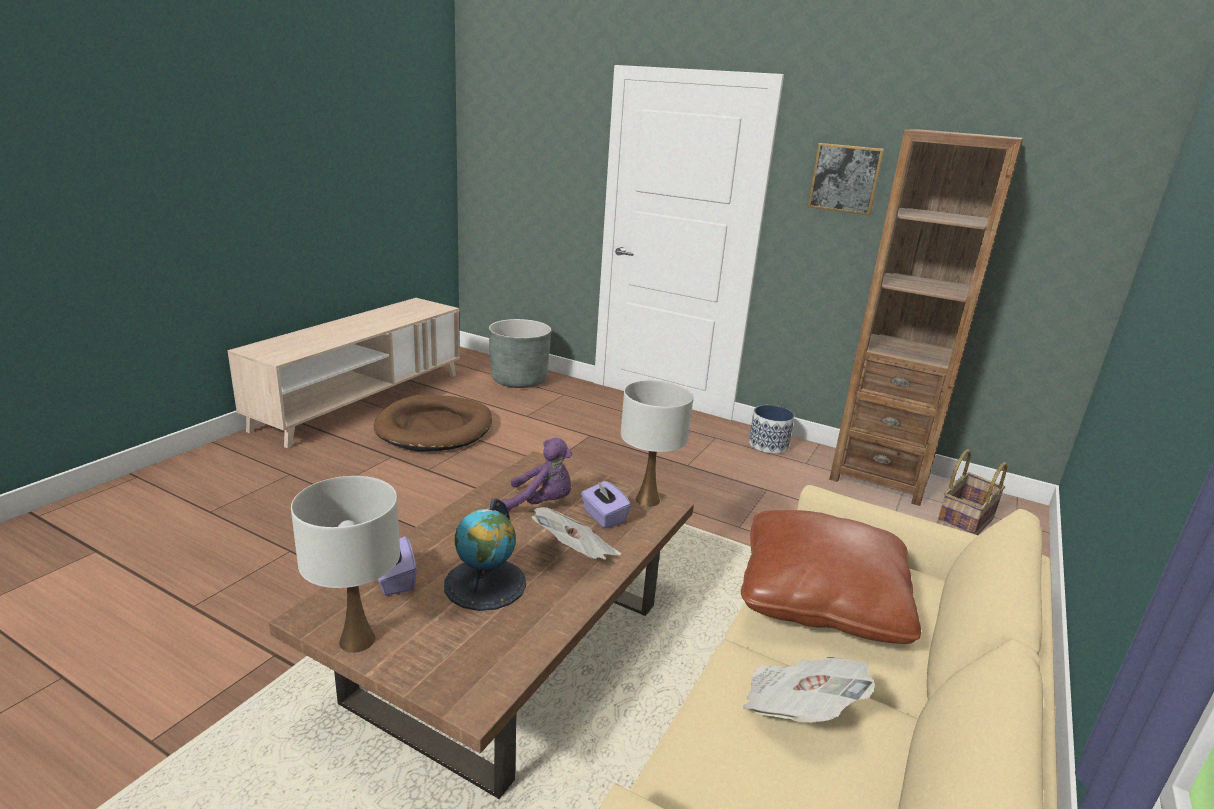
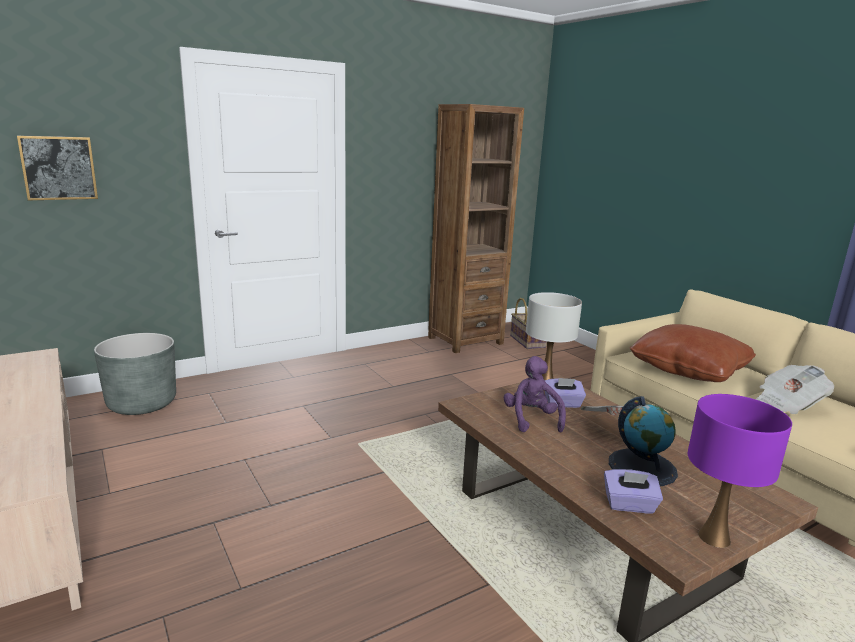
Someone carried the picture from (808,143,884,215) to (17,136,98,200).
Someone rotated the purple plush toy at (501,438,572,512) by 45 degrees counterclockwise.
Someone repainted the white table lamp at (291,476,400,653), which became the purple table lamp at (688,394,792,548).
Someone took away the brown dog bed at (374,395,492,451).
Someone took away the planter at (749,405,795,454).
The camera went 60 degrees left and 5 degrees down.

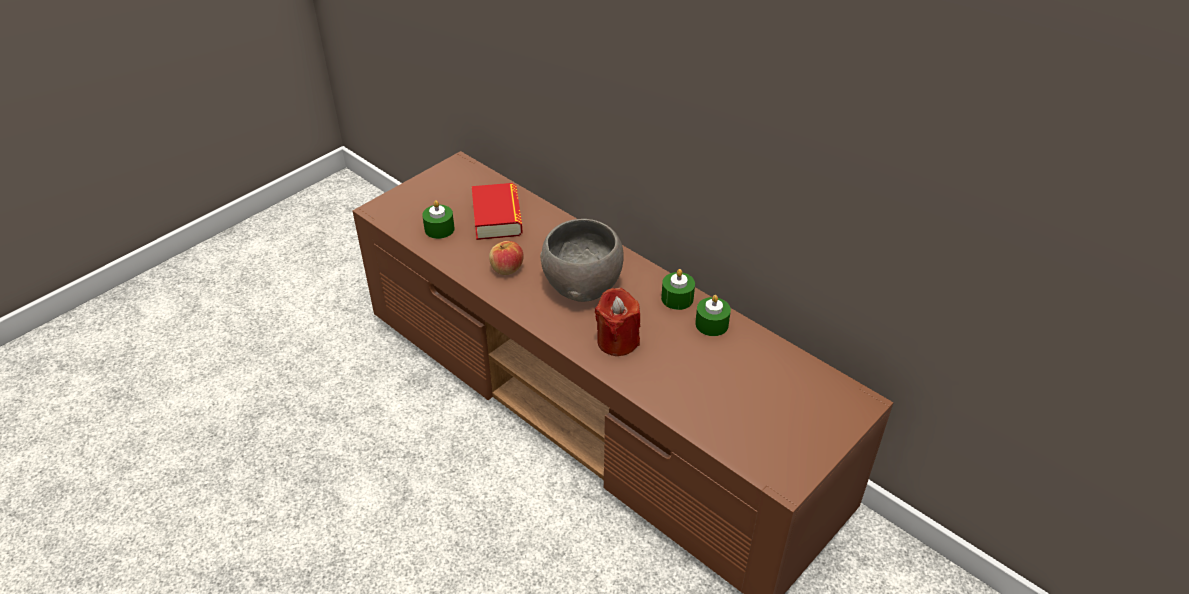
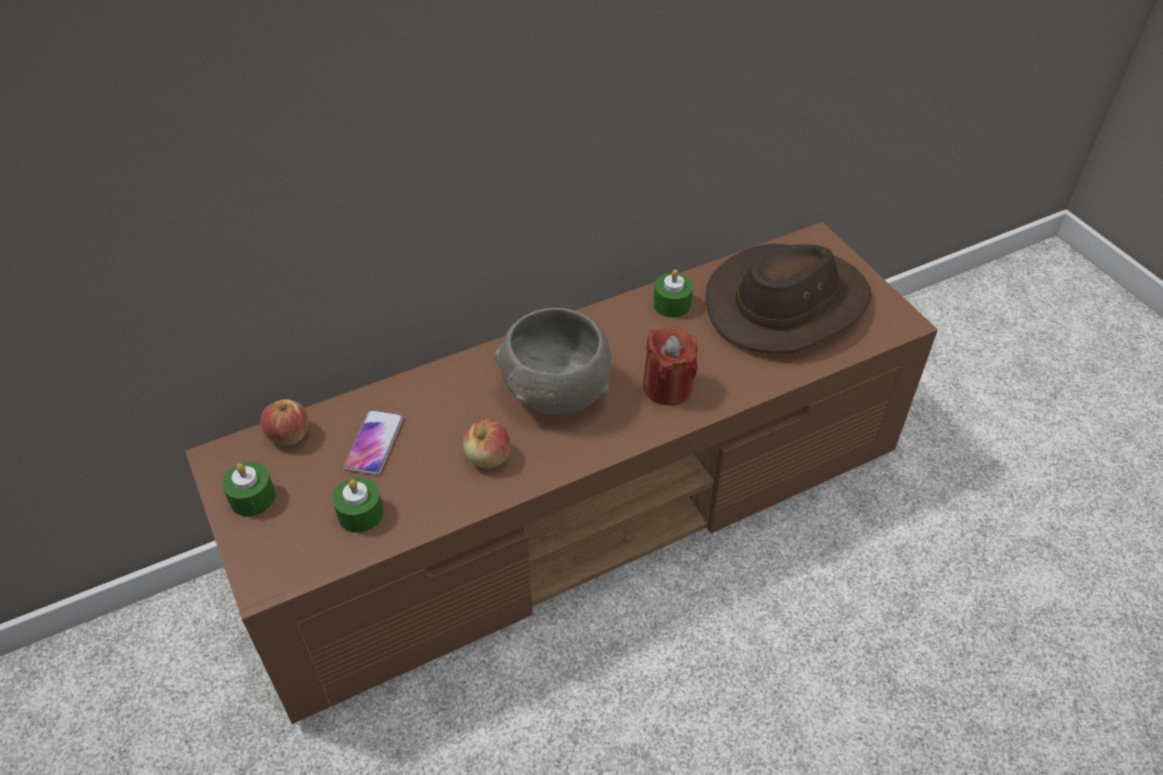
Someone carried the green candle from (661,269,695,310) to (222,462,276,516).
Someone put down the apple at (260,399,309,445).
Someone swapped the book at (472,183,523,240) for the phone at (344,410,403,475).
Someone put down the brown hat at (706,244,871,353).
The camera went 70 degrees left and 5 degrees up.

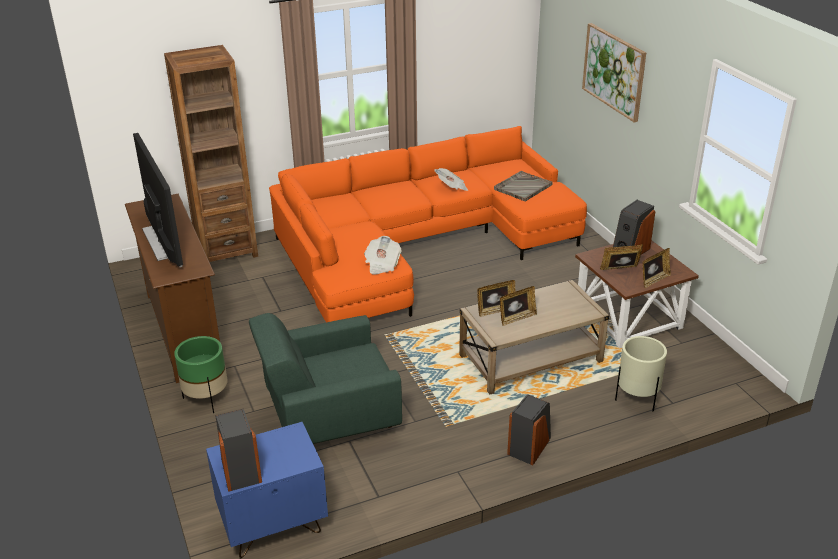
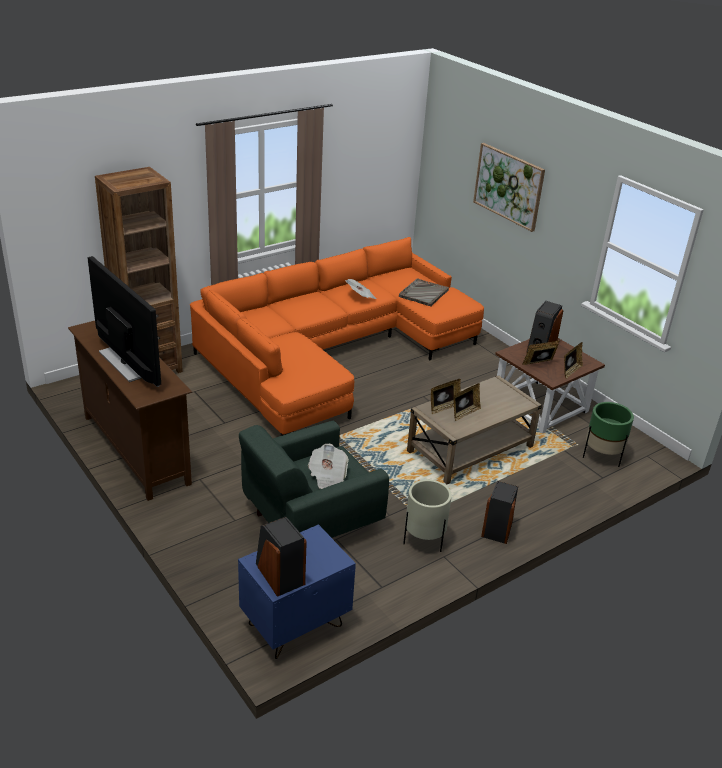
Someone carried the newspaper from (364,236,401,274) to (308,444,349,489).
Someone carried the beige planter from (615,336,667,411) to (403,480,452,552).
Someone carried the green planter from (174,336,228,413) to (583,402,634,467).
The camera went 15 degrees left and 0 degrees up.

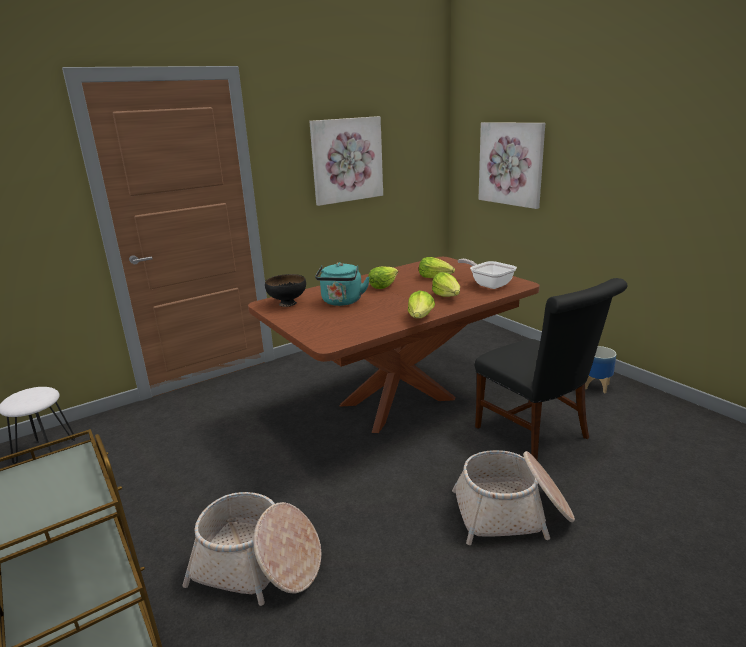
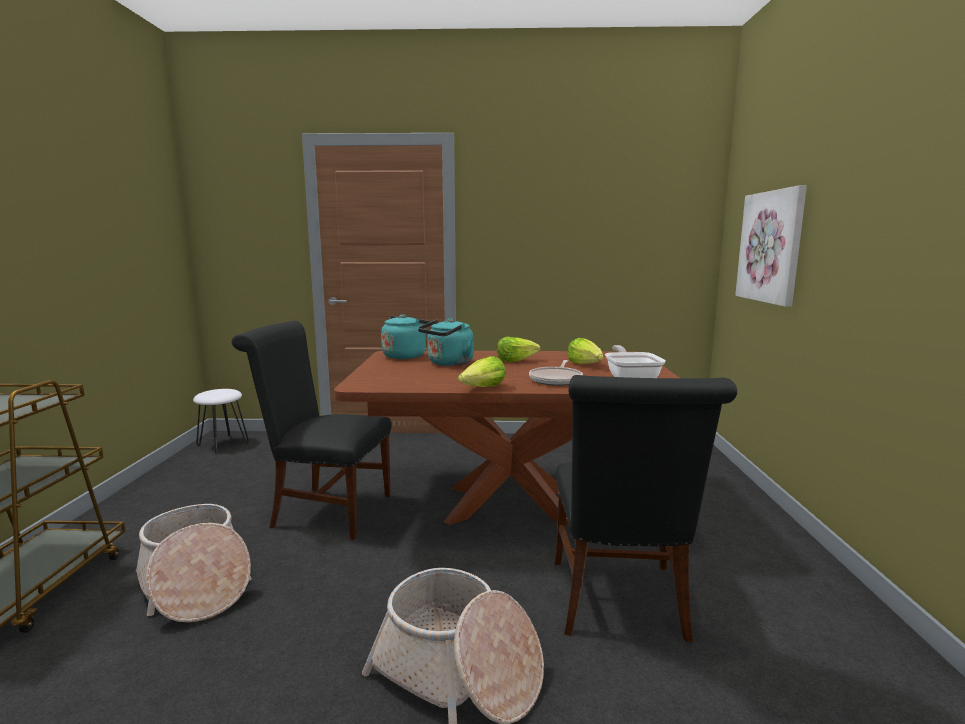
Someone put down the black chair at (232,321,392,540).
Someone swapped the black bowl at (265,274,306,307) for the turquoise kettle at (381,314,432,359).
Someone swapped the lettuce at (432,272,460,297) for the frying pan at (529,360,583,386).
Someone took away the picture at (309,116,383,206).
Someone took away the planter at (585,346,616,393).
The camera went 35 degrees right and 10 degrees down.

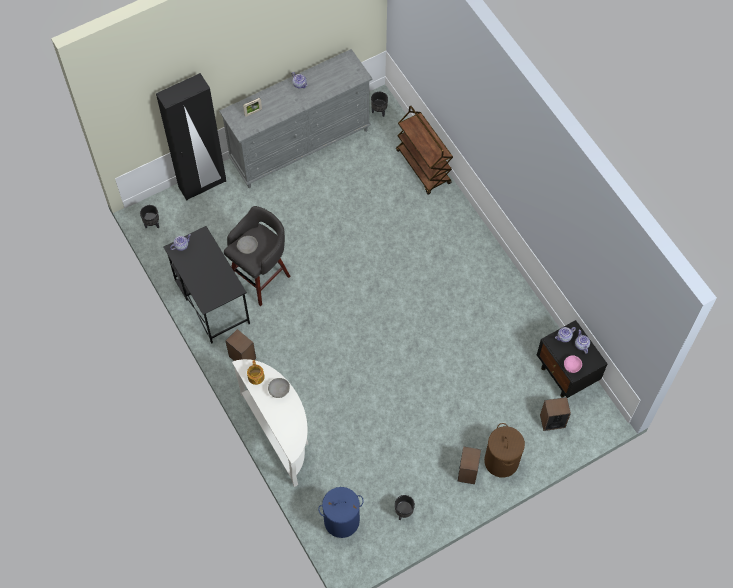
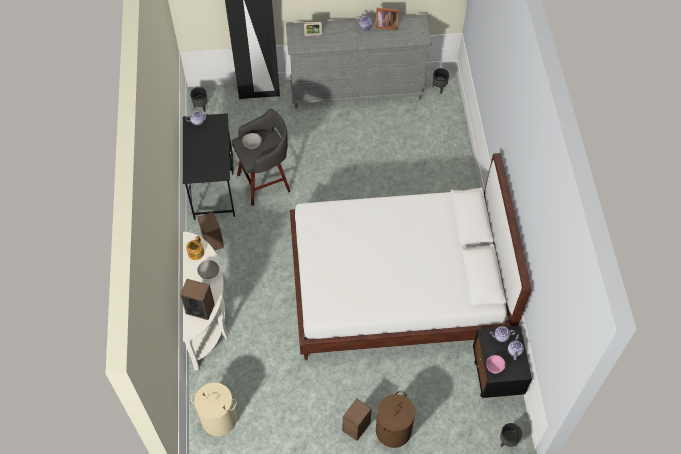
Someone carried the speaker from (540,397,571,431) to (180,279,215,320).
Someone repainted the blue laundry basket at (318,487,364,538), which became the beige laundry basket at (191,382,237,436).
Someone put down the white bed at (290,153,531,360).
Someone put down the picture frame at (375,8,399,30).
Someone carried the black planter from (395,495,415,520) to (500,423,522,447).
Someone took away the brown cart at (396,106,453,195).
The camera went 25 degrees right and 5 degrees down.

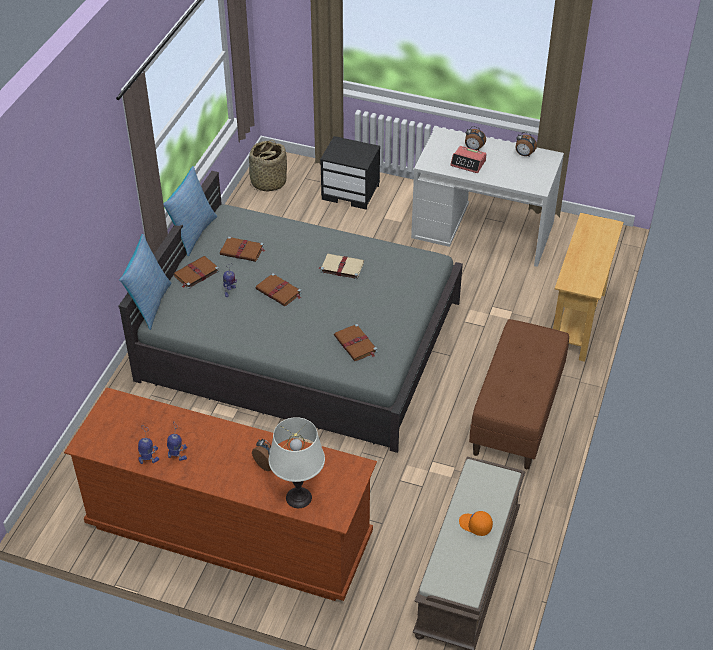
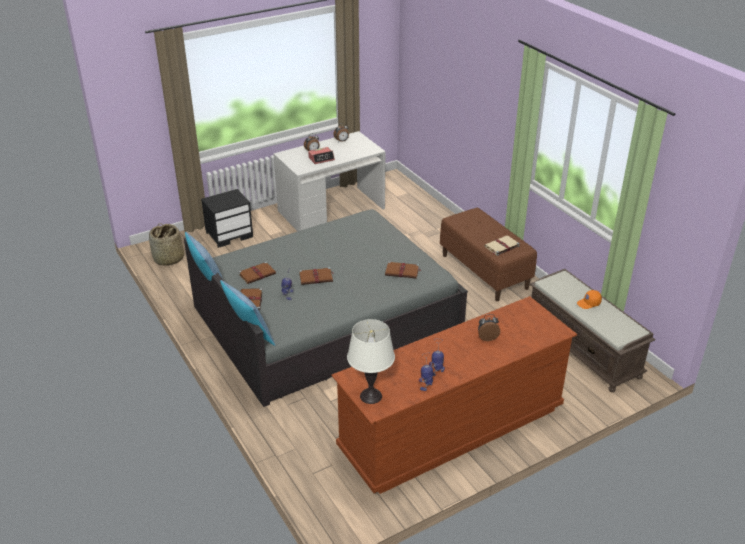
Someone carried the white table lamp from (269,417,325,508) to (347,319,395,404).
Someone carried the beige book from (319,253,364,279) to (485,235,520,256).
Someone took away the beige console table at (553,213,624,362).
The camera went 50 degrees left and 10 degrees down.

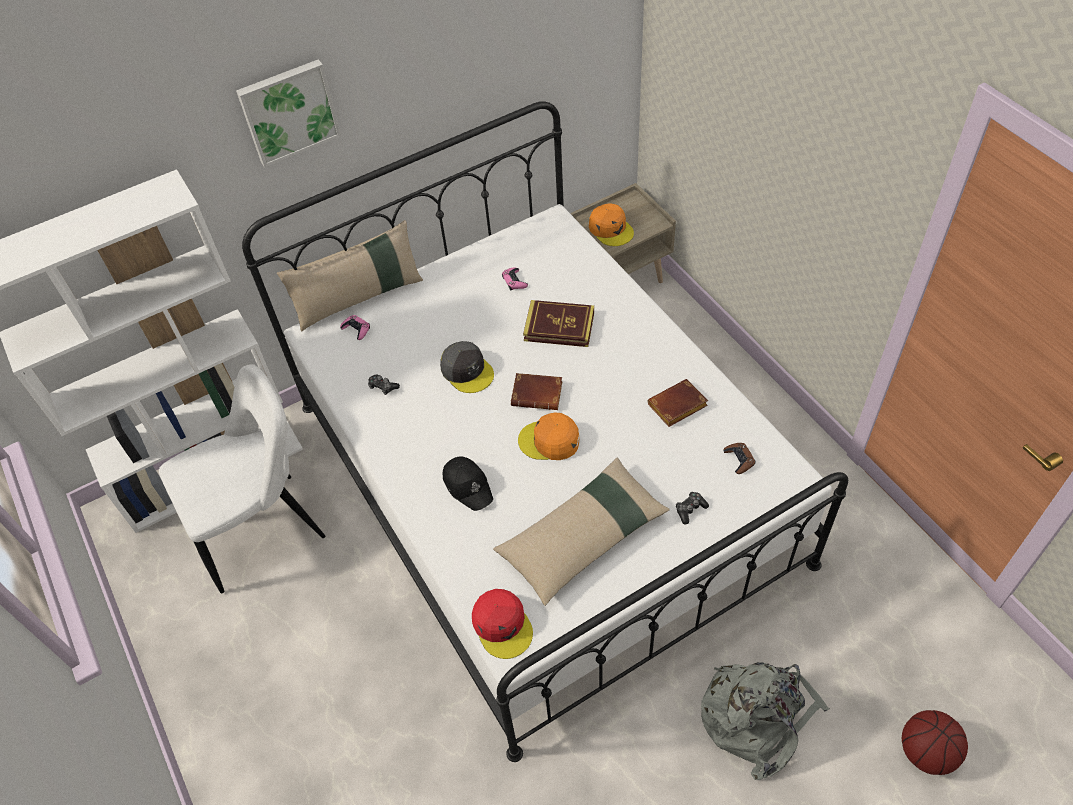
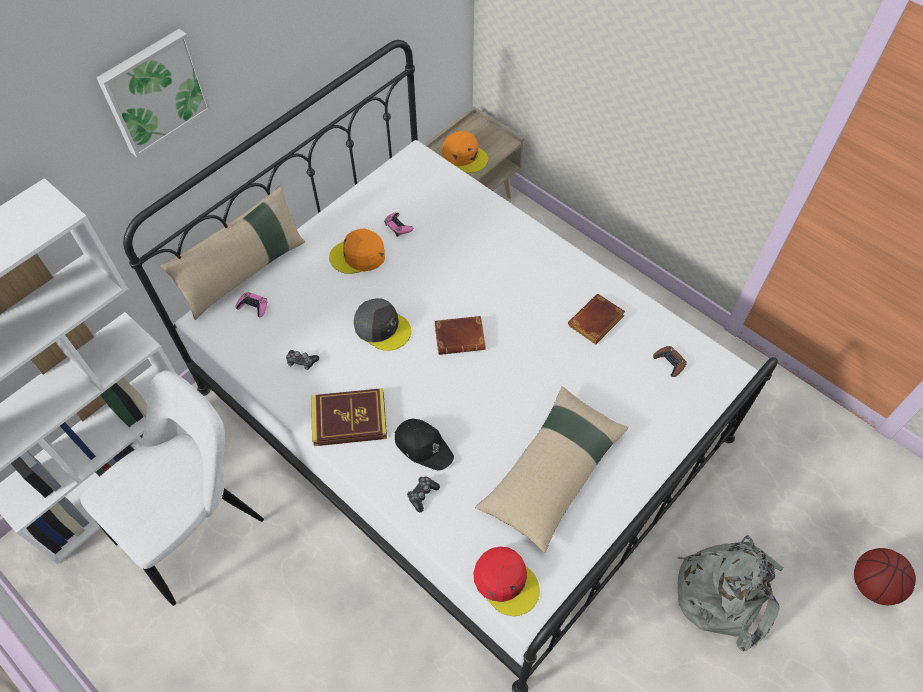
Someone carried the book from (523,300,594,347) to (311,388,387,446).
Someone carried the orange cap from (518,413,579,460) to (329,229,385,274).
Someone carried the game controller from (676,492,709,525) to (407,477,440,512).
The camera went 20 degrees left and 5 degrees up.

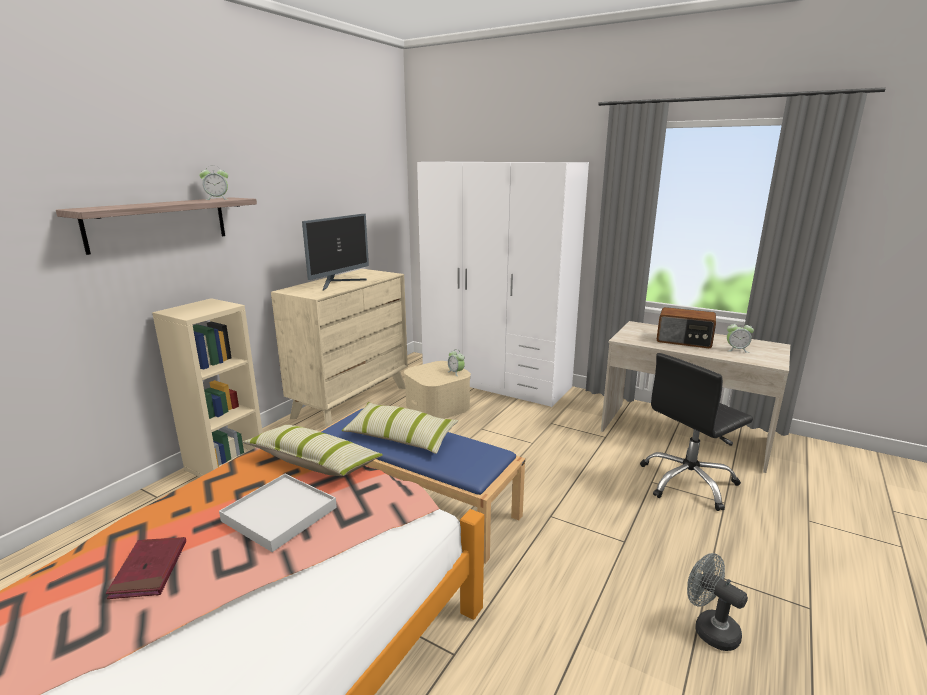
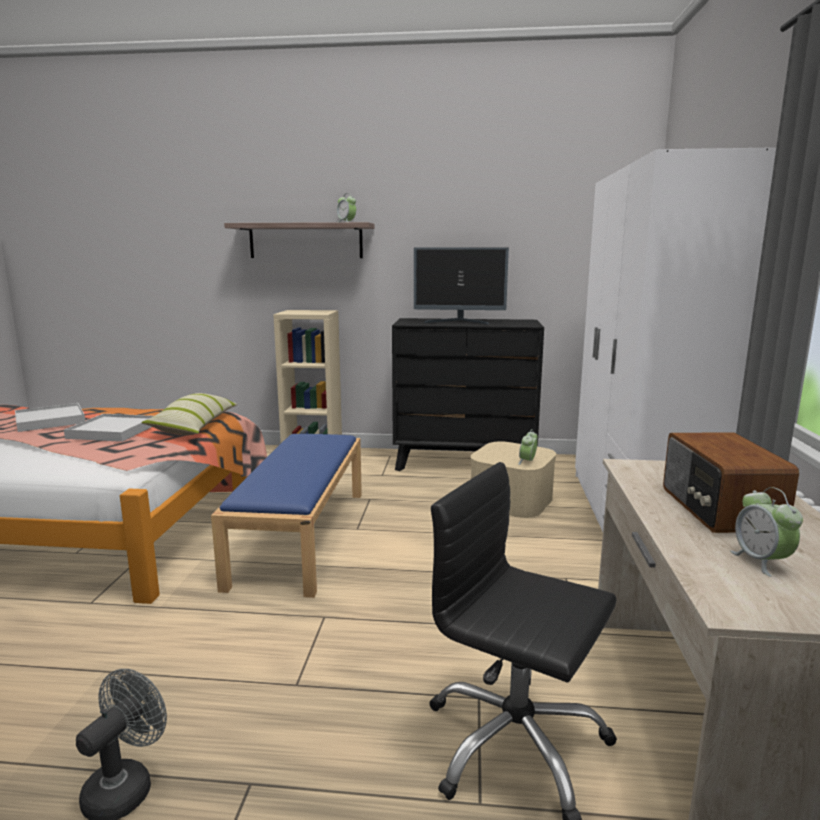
Someone swapped the red book at (106,537,186,599) for the white tray at (15,403,85,432).
Someone repainted the beige dresser at (271,269,408,427), which became the black dresser at (392,318,544,471).
Someone took away the pillow at (342,402,459,454).
The camera went 65 degrees right and 5 degrees down.

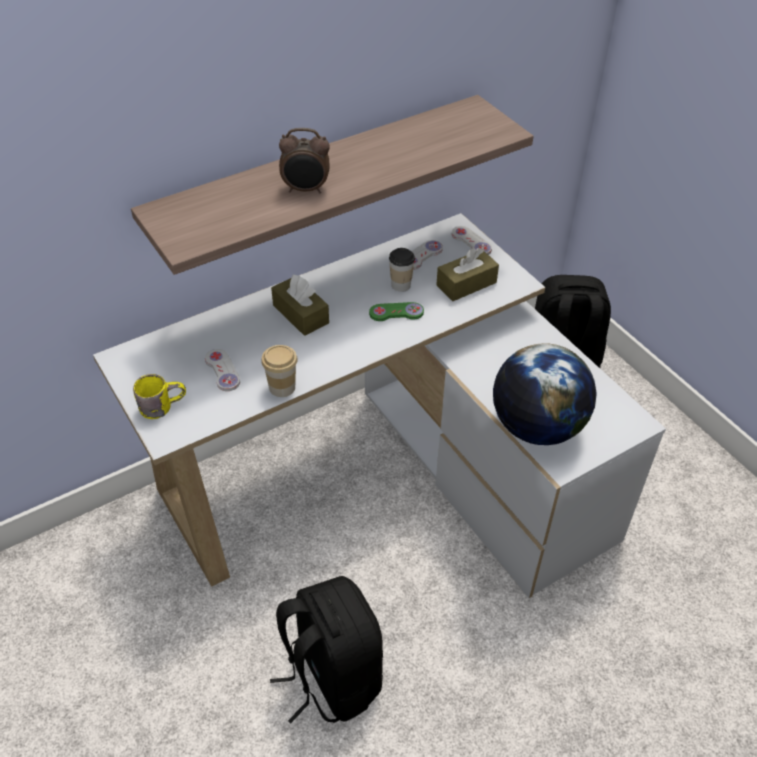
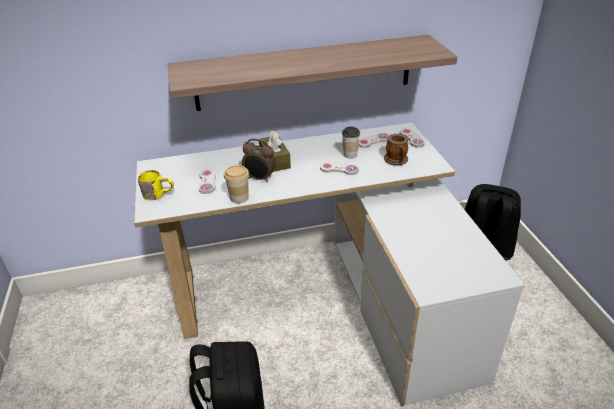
Someone carried the alarm clock from (279,128,330,193) to (242,138,276,182).
Someone repainted the green game controller at (369,302,424,321), which became the white game controller at (320,162,359,175).
Someone swapped the brown tissue box at (436,247,499,301) for the mug at (384,134,408,166).
Someone took away the globe at (493,343,597,445).
The camera went 20 degrees right and 10 degrees down.

